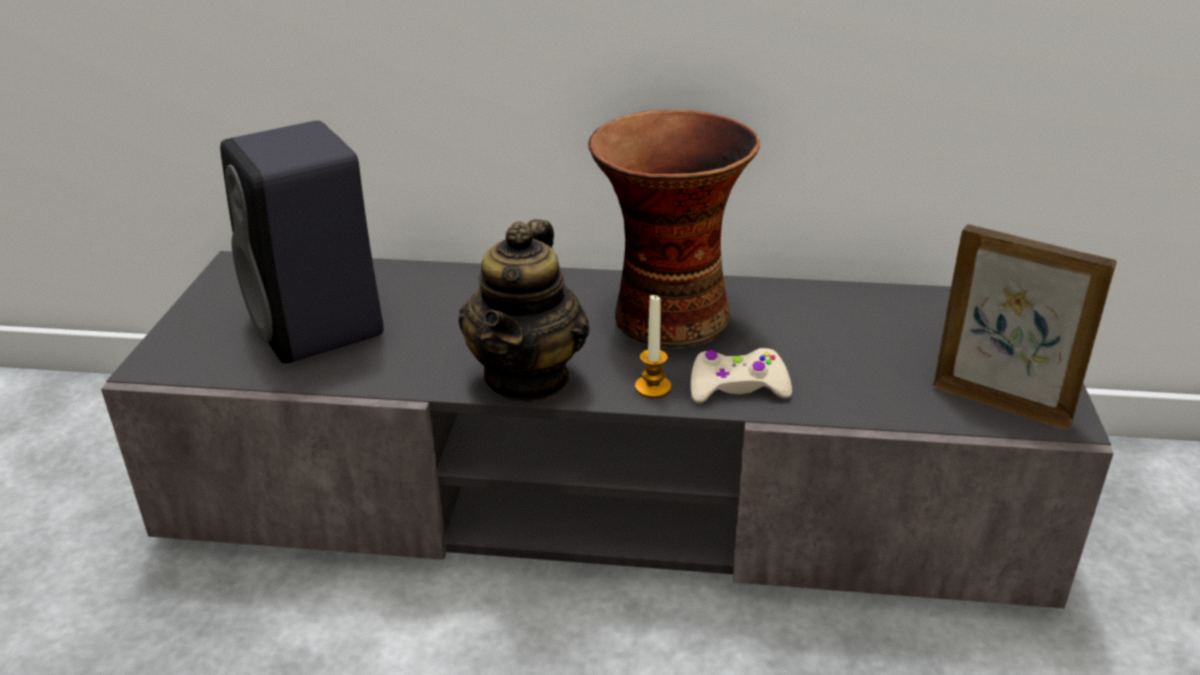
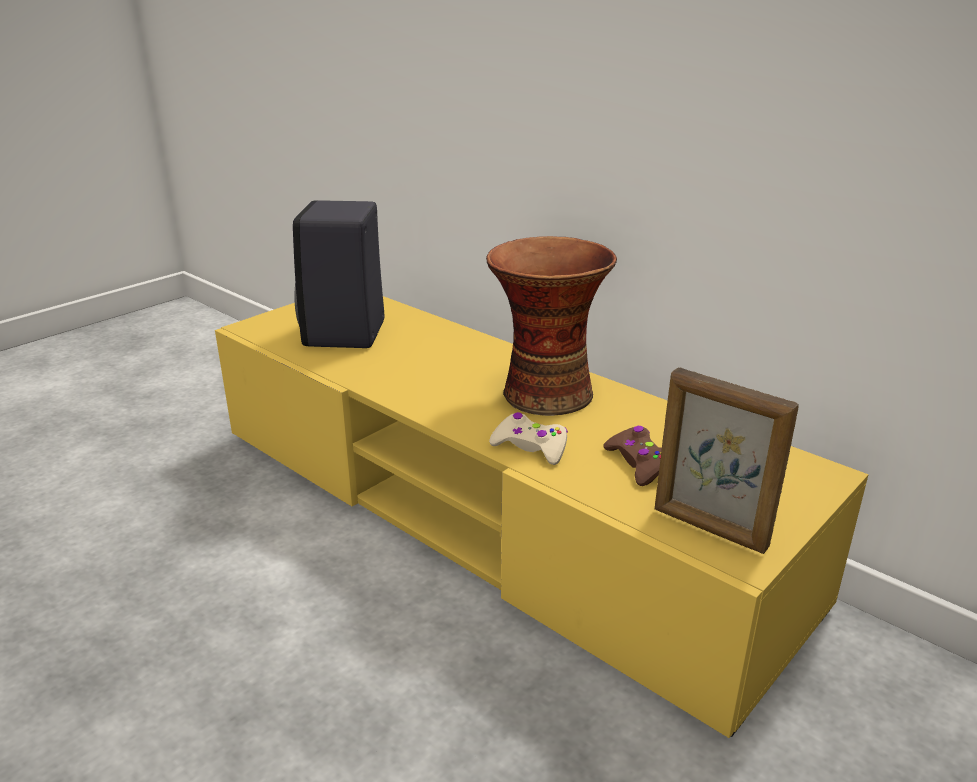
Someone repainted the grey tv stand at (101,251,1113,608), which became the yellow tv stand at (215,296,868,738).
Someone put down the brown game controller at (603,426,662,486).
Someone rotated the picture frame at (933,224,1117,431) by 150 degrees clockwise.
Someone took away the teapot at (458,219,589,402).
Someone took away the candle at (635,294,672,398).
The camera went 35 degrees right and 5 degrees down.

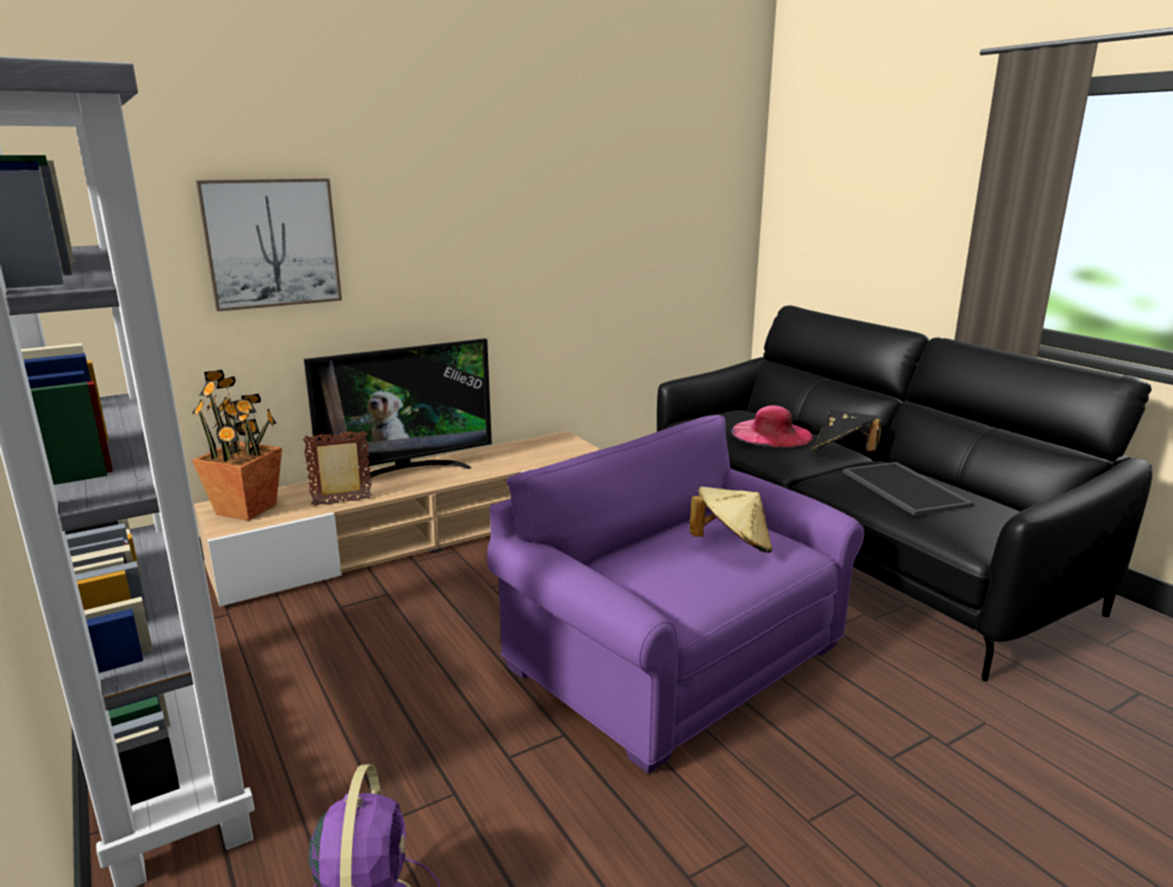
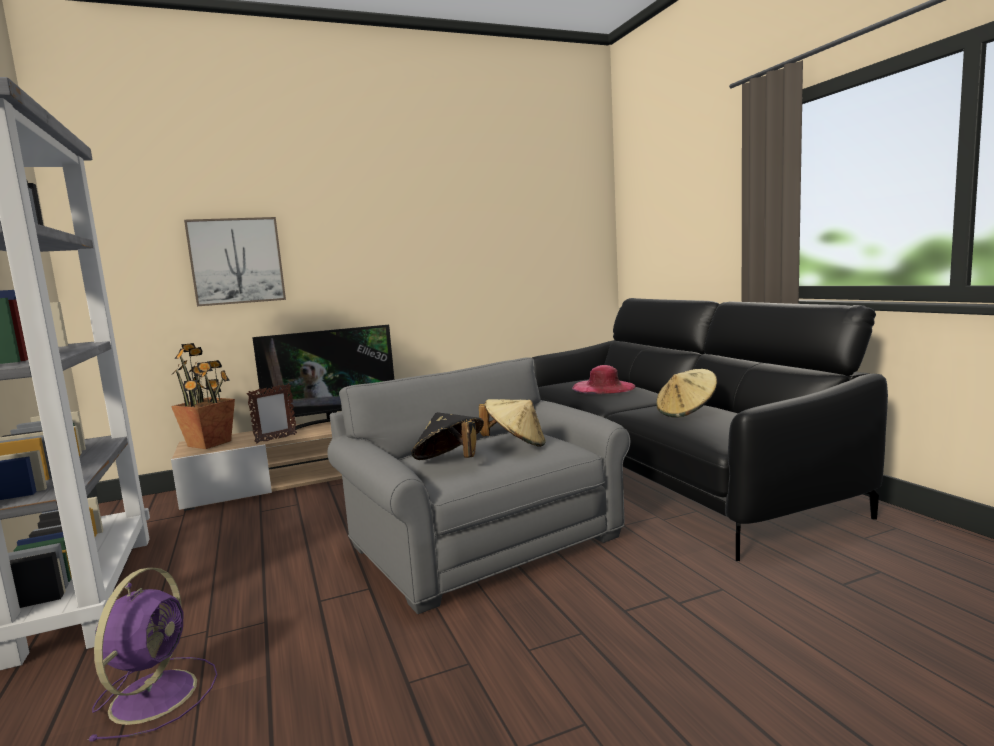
Someone rotated the picture frame at (303,430,372,506) by 150 degrees clockwise.
Someone repainted the purple armchair at (487,415,864,774), which became the grey armchair at (327,358,630,614).
Someone carried the black hat from (812,409,882,452) to (411,412,484,460).
Someone swapped the tray at (843,462,974,516) for the beige hat at (656,369,717,418).
The camera went 10 degrees right and 10 degrees down.

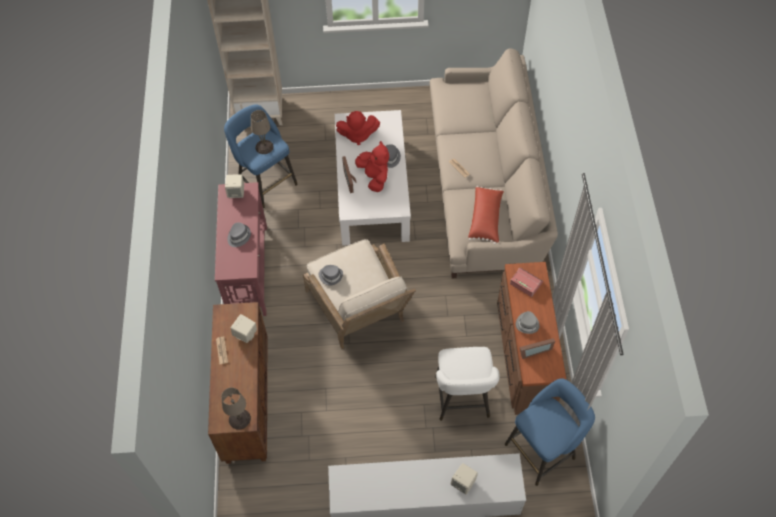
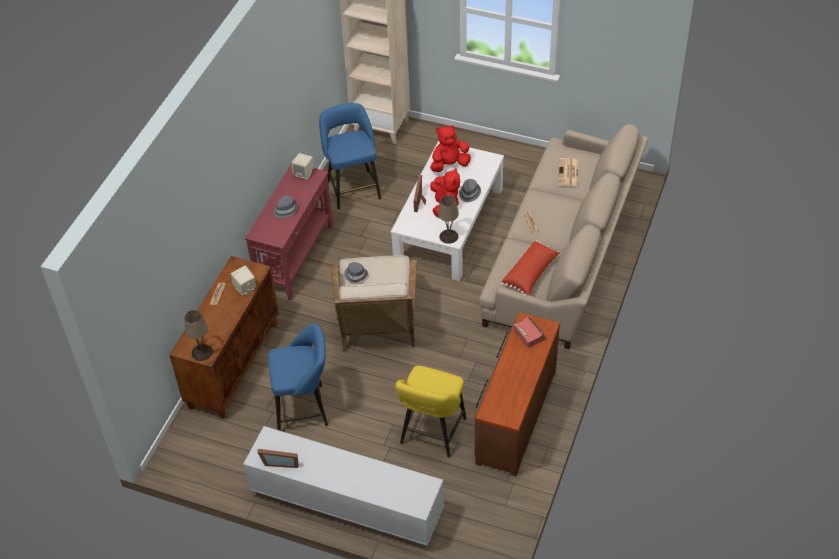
Someone carried the picture frame from (520,338,555,359) to (257,449,298,468).
Someone carried the blue stool from (505,378,595,486) to (268,323,328,431).
Someone repainted the white stool at (435,347,499,421), which became the yellow stool at (395,366,466,458).
Someone rotated the red plush toy at (336,111,380,145) by 135 degrees clockwise.
Someone carried the beige table lamp from (251,110,274,154) to (438,195,459,244).
Someone put down the newspaper at (558,158,579,186).
Someone took away the beige speaker at (451,463,478,494).
Someone took away the grey hat at (516,311,539,334).
The camera went 25 degrees right and 10 degrees down.

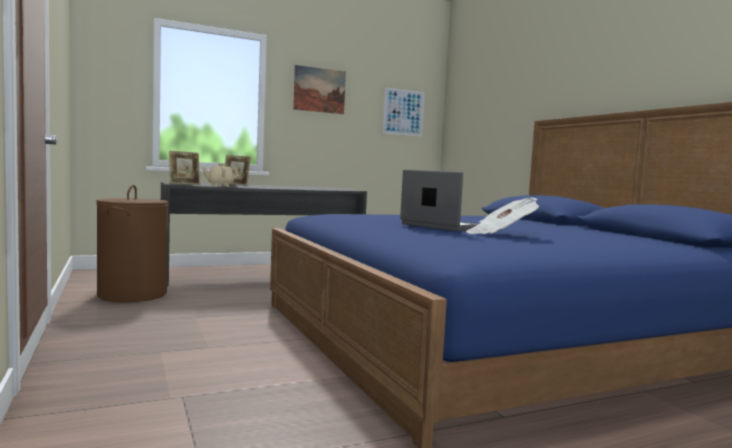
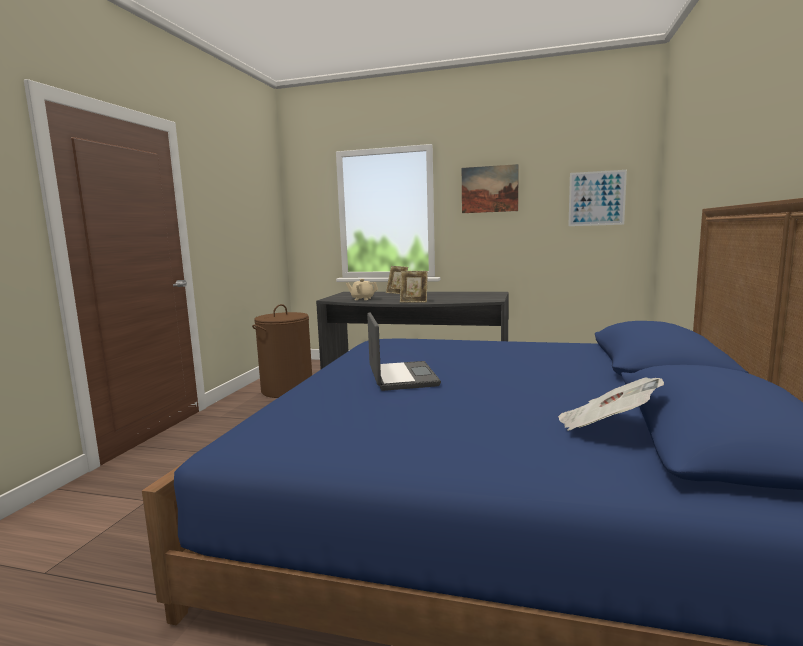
Someone carried the picture frame from (169,151,200,185) to (400,271,428,303).
Someone carried the newspaper from (466,198,539,234) to (558,377,664,431).
The camera went 40 degrees right and 5 degrees up.

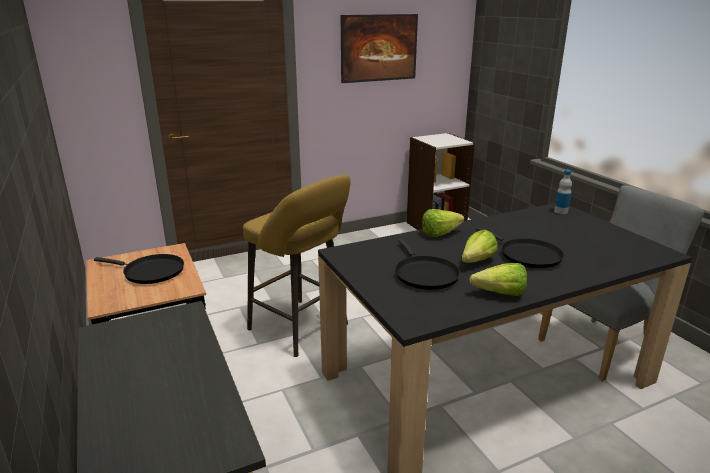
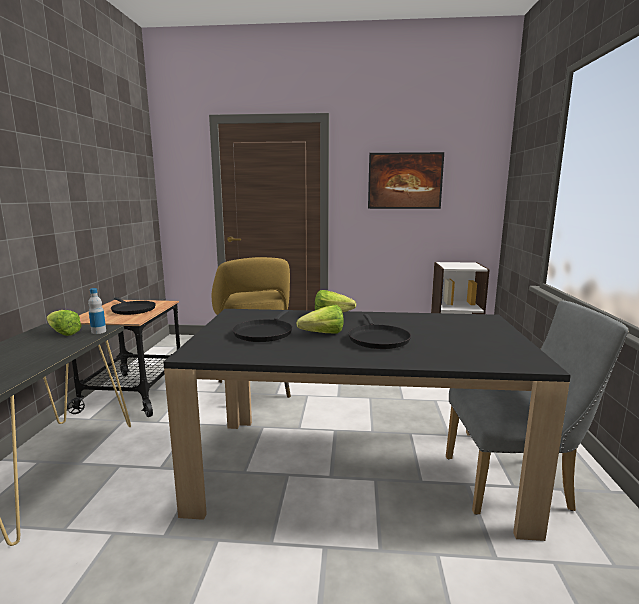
Someone carried the lettuce from (469,263,527,296) to (47,310,82,336).
Someone carried the bottle from (554,170,572,214) to (88,288,106,334).
The camera went 30 degrees right and 10 degrees down.

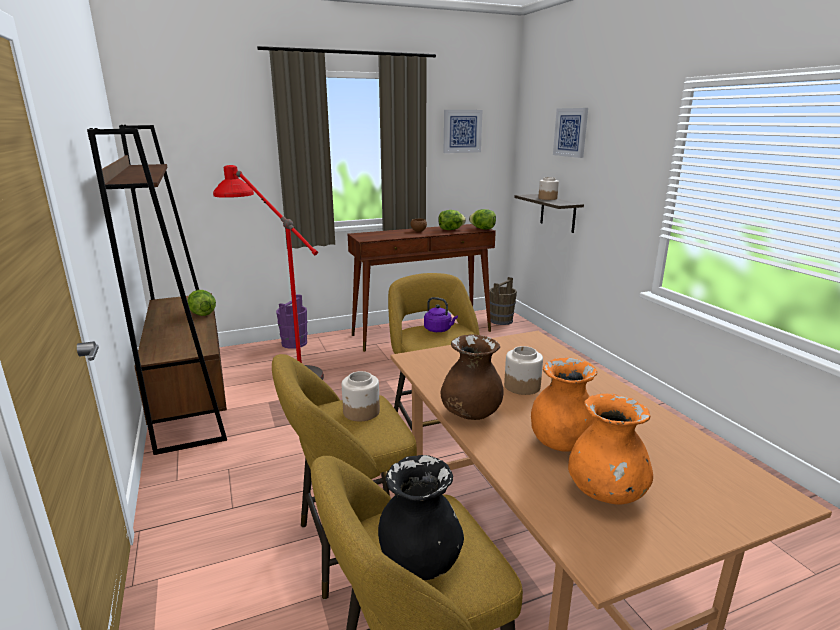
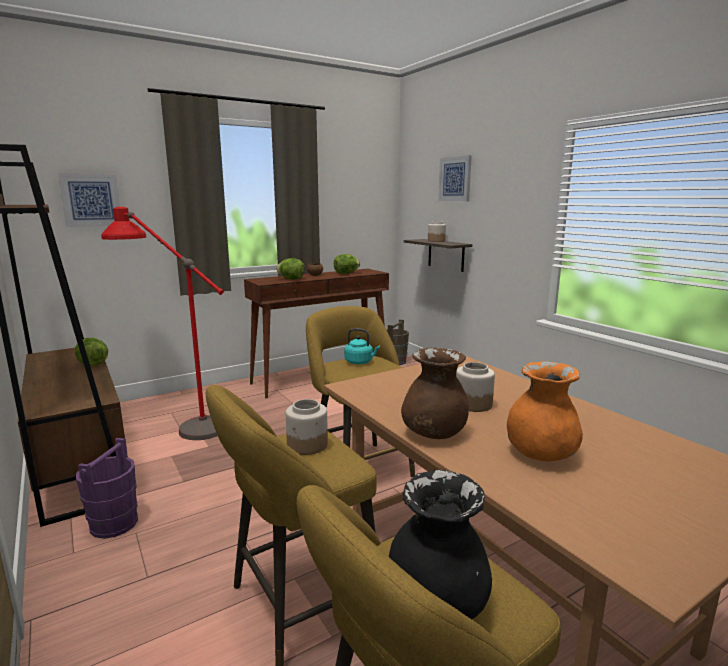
Someone carried the picture from (444,110,482,153) to (58,173,120,227).
Someone carried the purple bucket from (276,294,307,349) to (76,438,138,539).
Someone carried the lettuce from (469,209,496,230) to (276,258,305,280).
Someone repainted the purple kettle at (424,297,458,332), which became the turquoise kettle at (344,328,380,364).
Someone took away the orange vase at (568,394,653,505).
The camera went 10 degrees left and 5 degrees down.

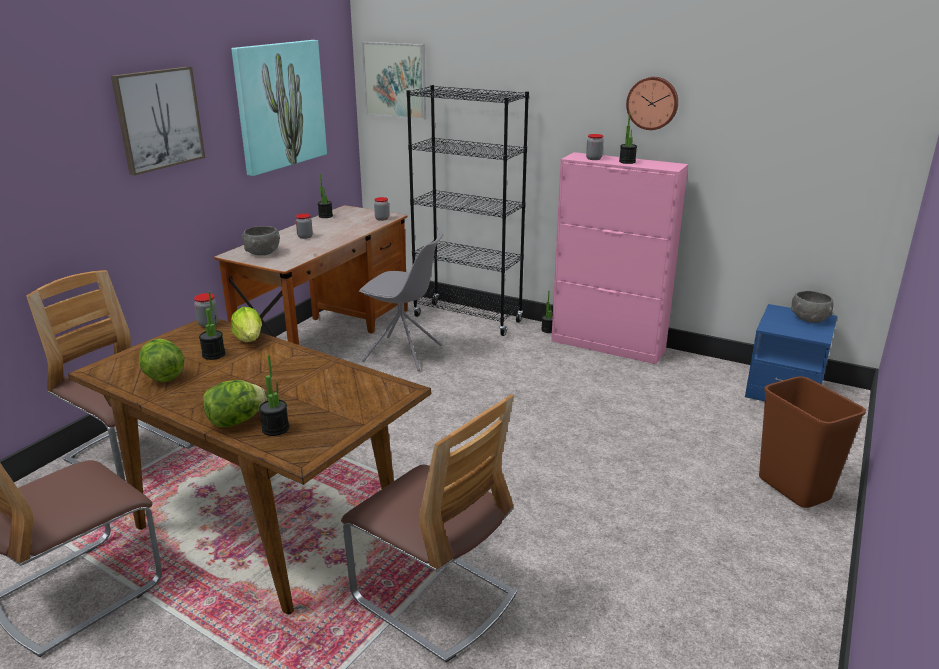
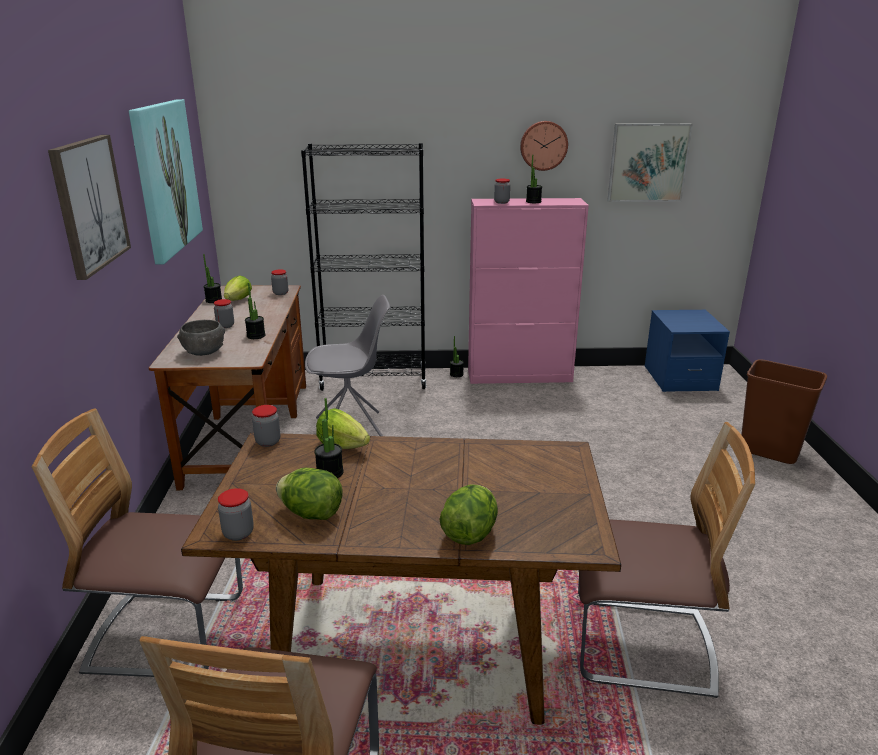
Someone put down the jar at (218,488,254,541).
Someone put down the lettuce at (224,275,252,301).
Someone carried the potted plant from (259,355,289,436) to (245,283,266,339).
Someone carried the picture from (362,42,426,120) to (607,123,693,202).
Someone took away the grey bowl at (791,291,834,323).
The camera went 30 degrees left and 0 degrees up.

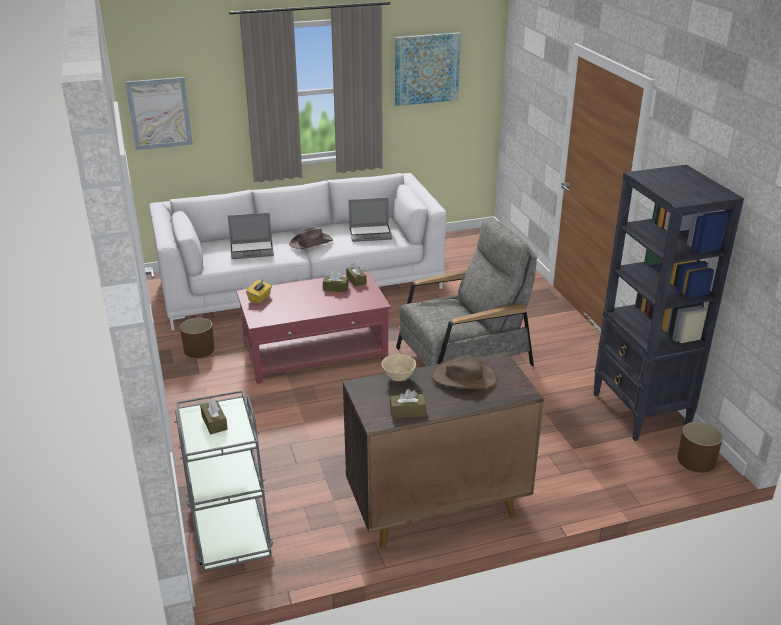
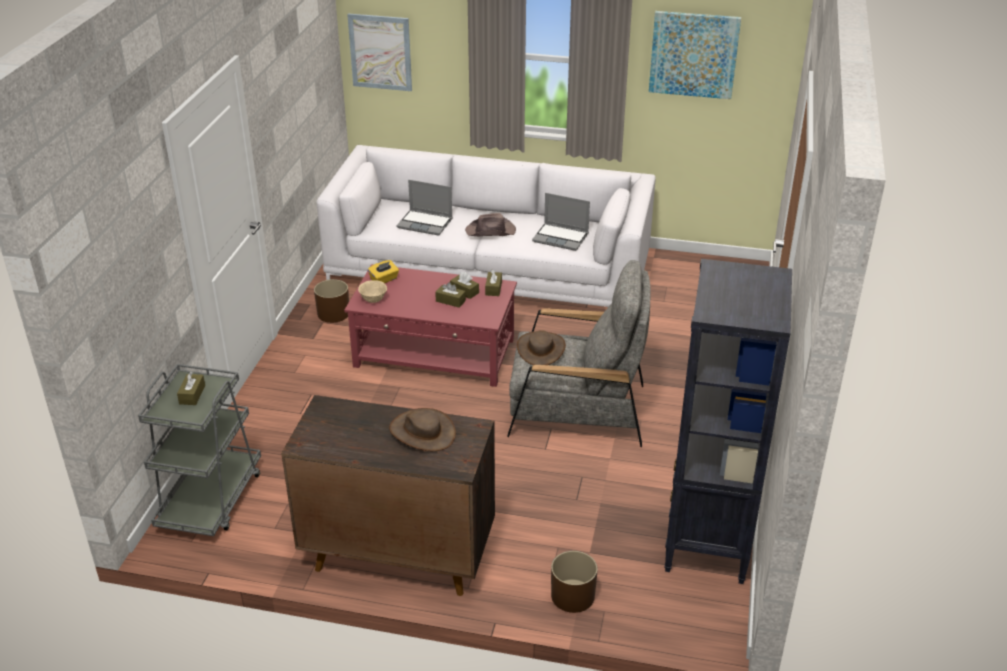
Someone carried the beige bowl from (381,354,416,381) to (358,280,387,303).
Someone carried the brown tissue box from (390,389,426,418) to (435,282,466,308).
Someone put down the brown hat at (517,331,566,365).
Someone carried the brown planter from (678,422,723,472) to (551,551,598,613).
The camera went 30 degrees right and 5 degrees up.

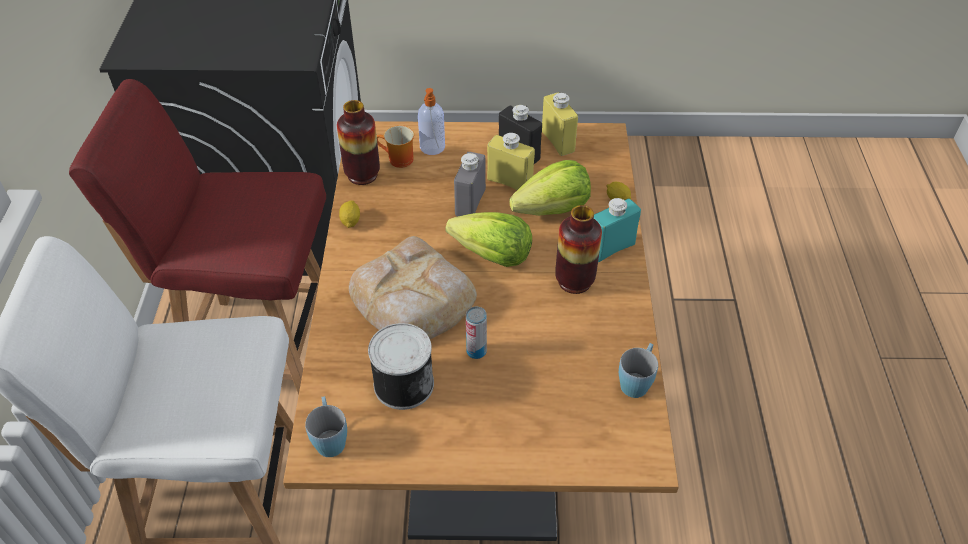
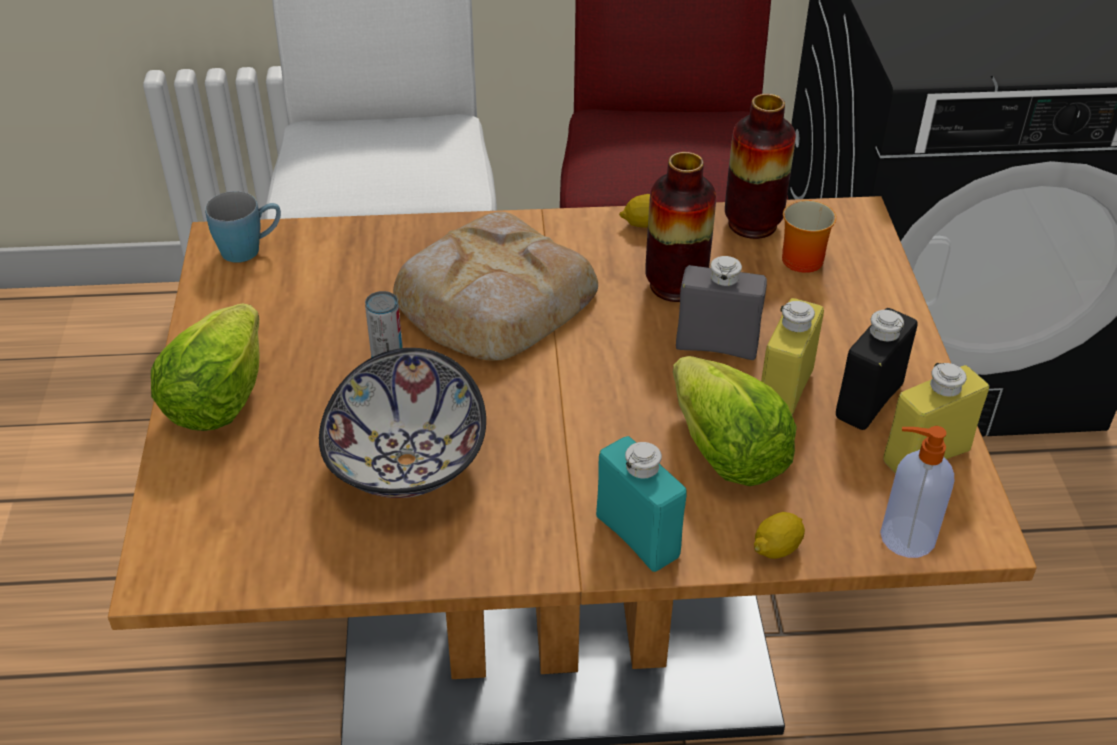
Someone carried the lettuce from (446,212,532,267) to (151,303,260,431).
Someone put down the bowl at (319,348,486,498).
Someone carried the vase from (555,205,602,294) to (645,152,716,302).
Someone carried the soap dispenser from (418,88,445,155) to (880,426,954,558).
Someone took away the can at (368,323,434,410).
Someone took away the blue mug at (619,343,658,398).
The camera went 85 degrees right and 5 degrees down.

